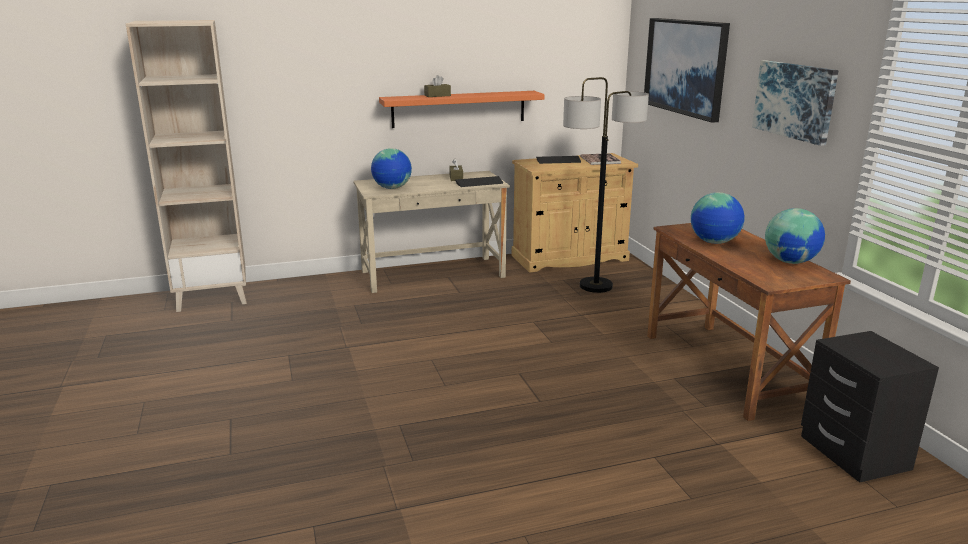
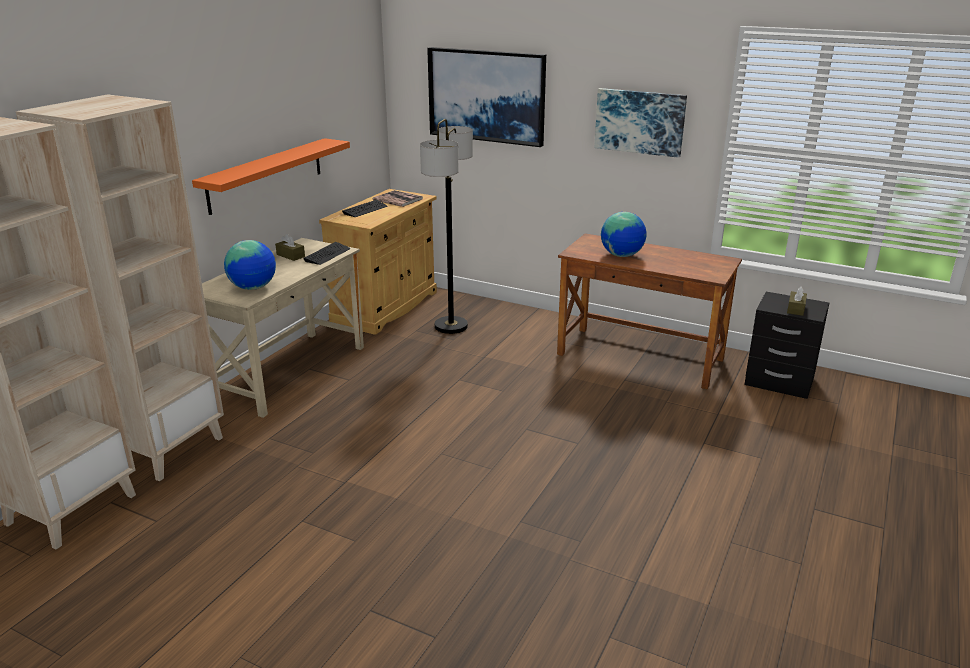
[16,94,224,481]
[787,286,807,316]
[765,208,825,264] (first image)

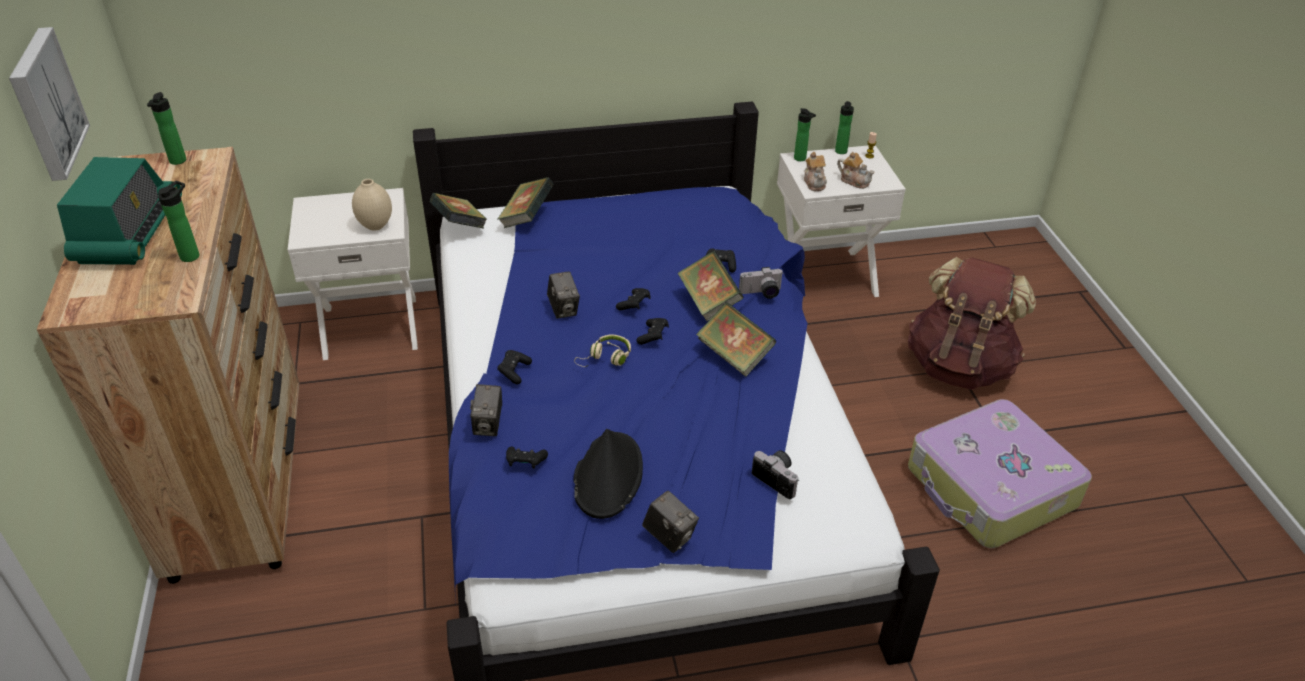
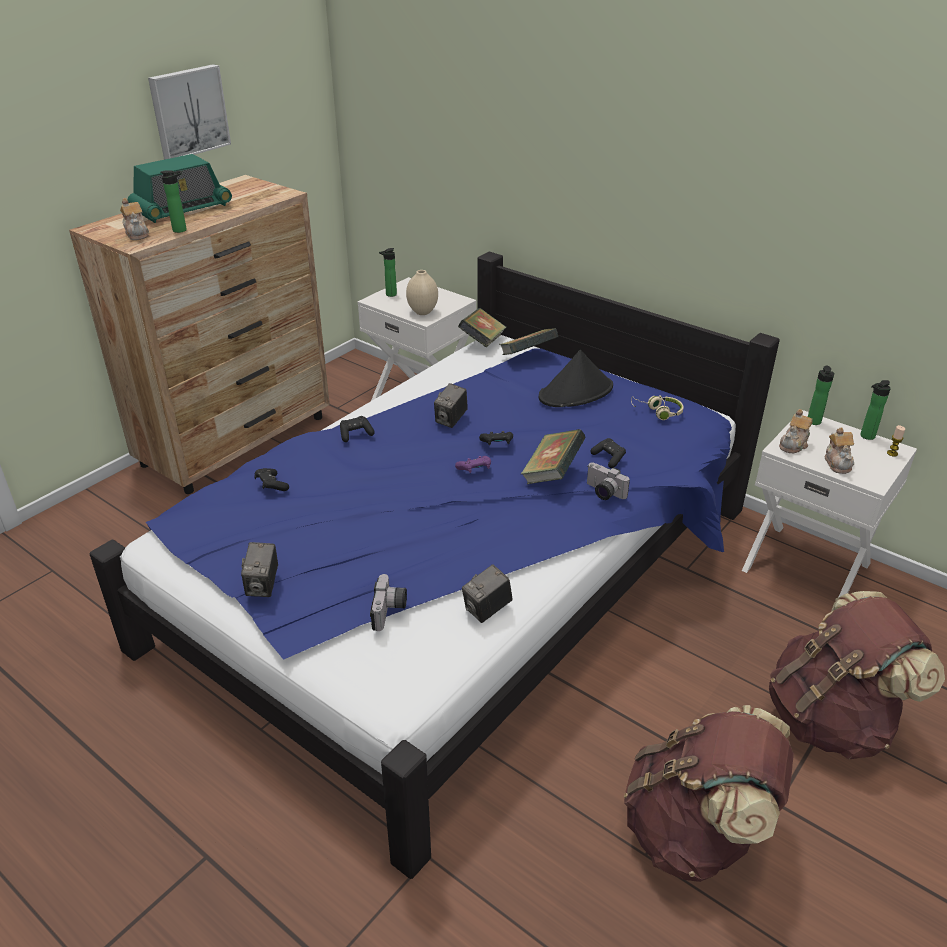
[120,198,149,240]
[379,248,397,297]
[455,456,491,473]
[462,564,513,623]
[539,350,613,407]
[624,705,794,882]
[631,395,684,420]
[696,302,776,377] (first image)

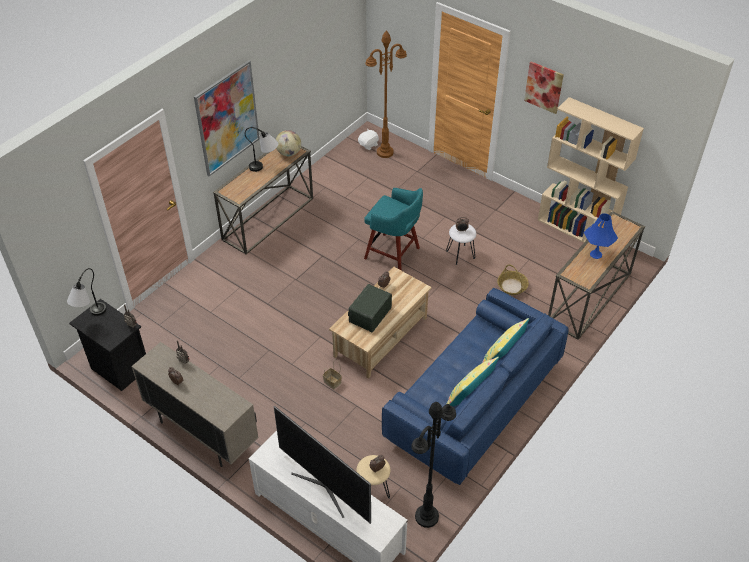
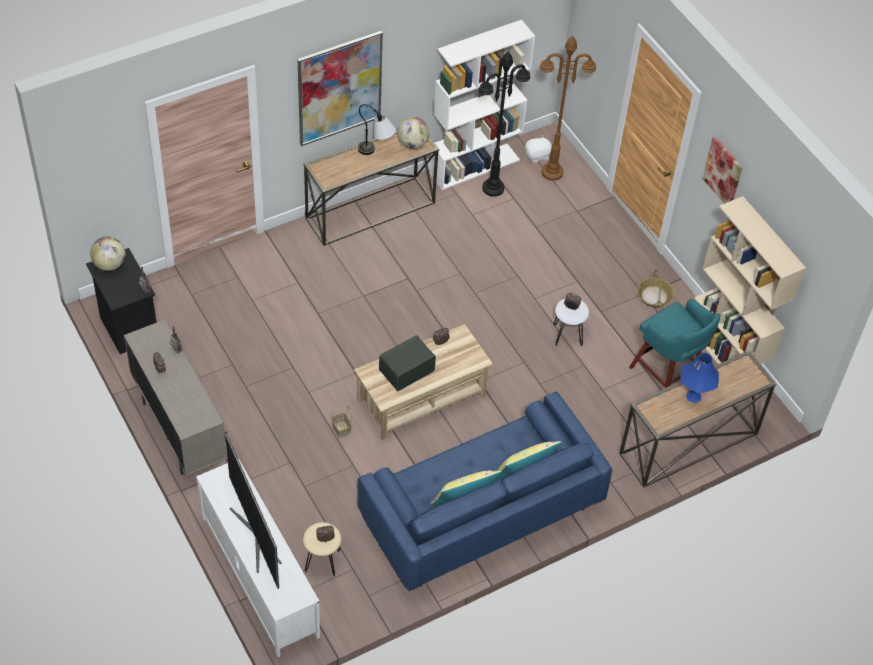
[90,236,125,271]
[430,20,535,190]
[479,52,530,197]
[629,298,720,388]
[637,270,674,307]

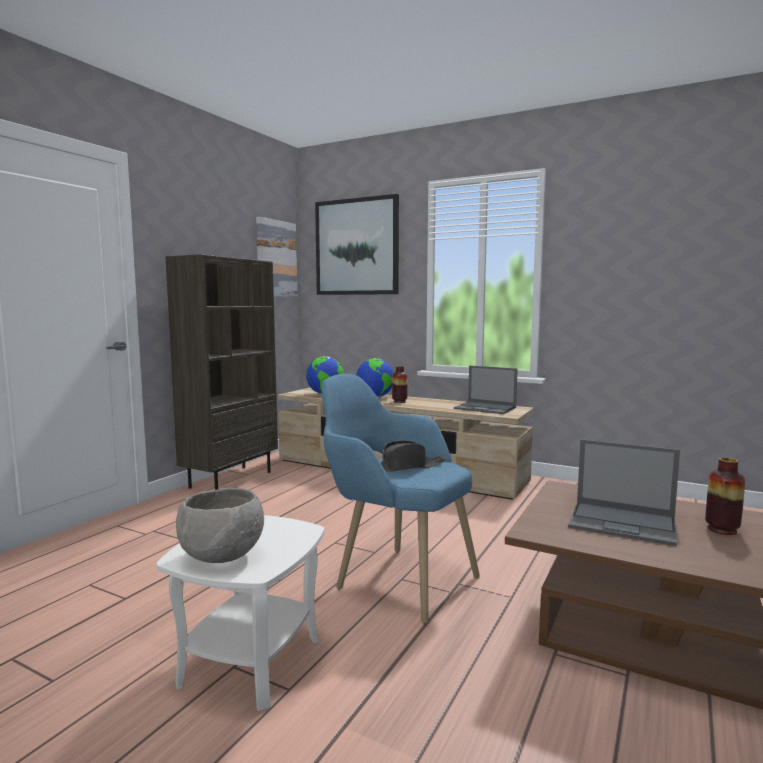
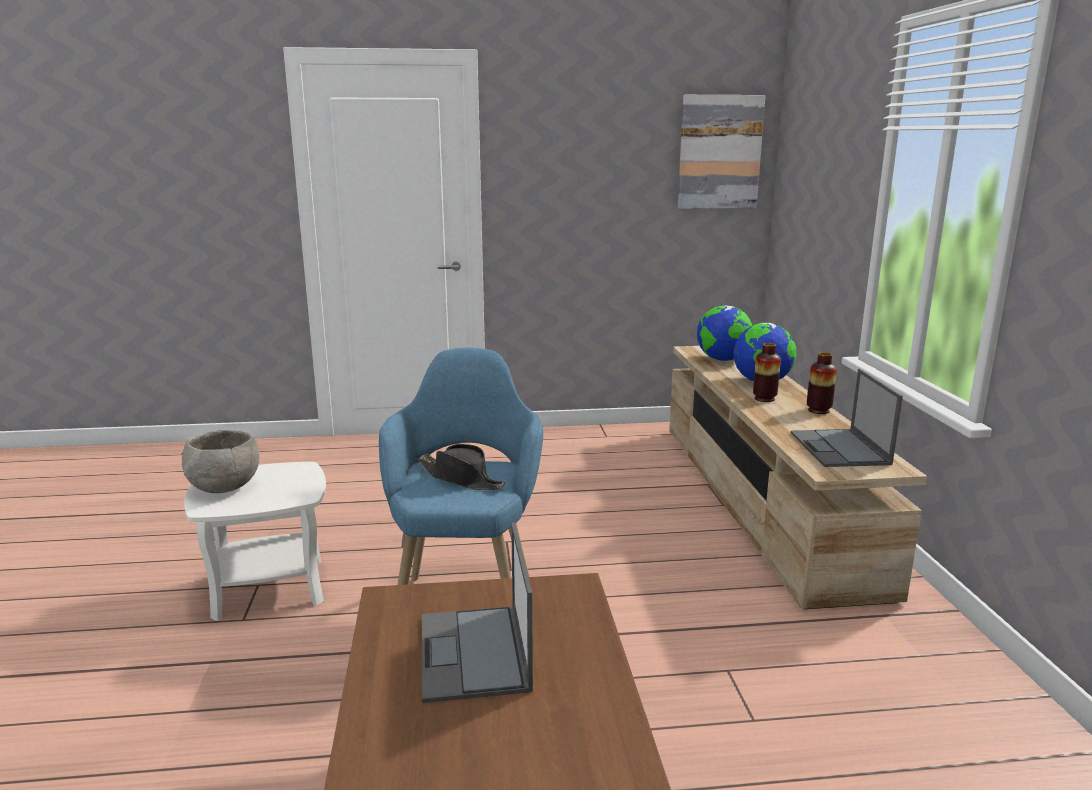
[807,352,837,414]
[165,254,278,490] (first image)
[315,194,399,295] (first image)

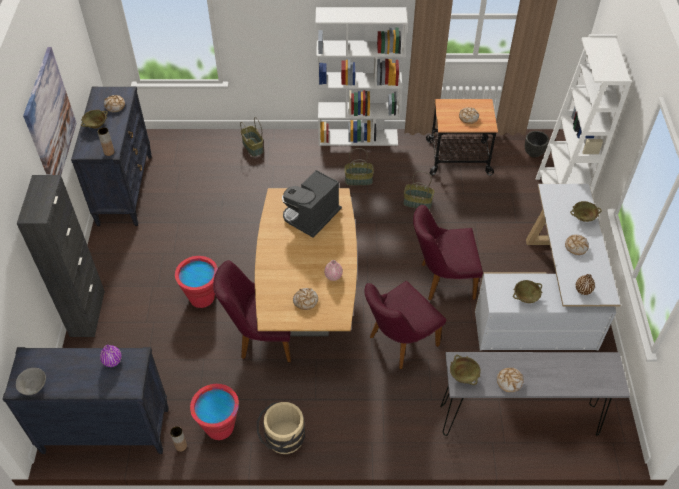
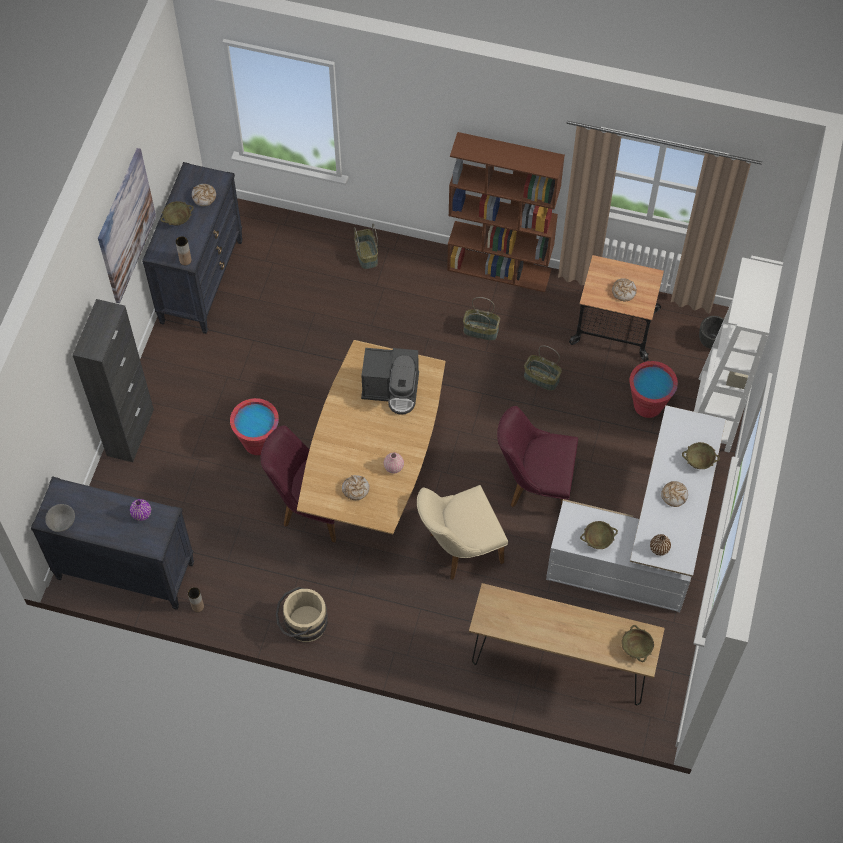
[361,348,419,415]
[417,485,508,580]
[447,132,565,292]
[469,583,665,705]
[621,625,654,662]
[629,361,678,418]
[497,368,524,392] (first image)

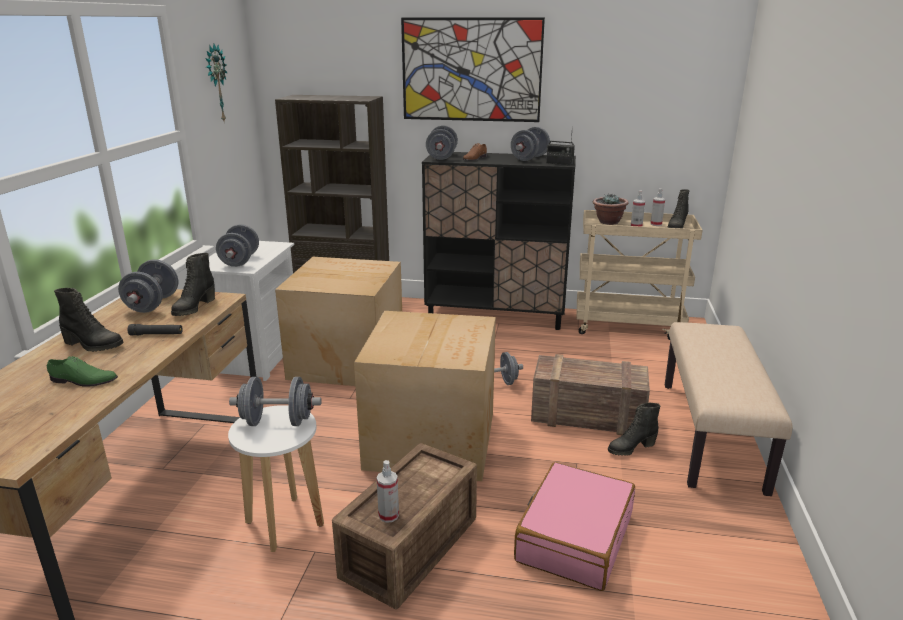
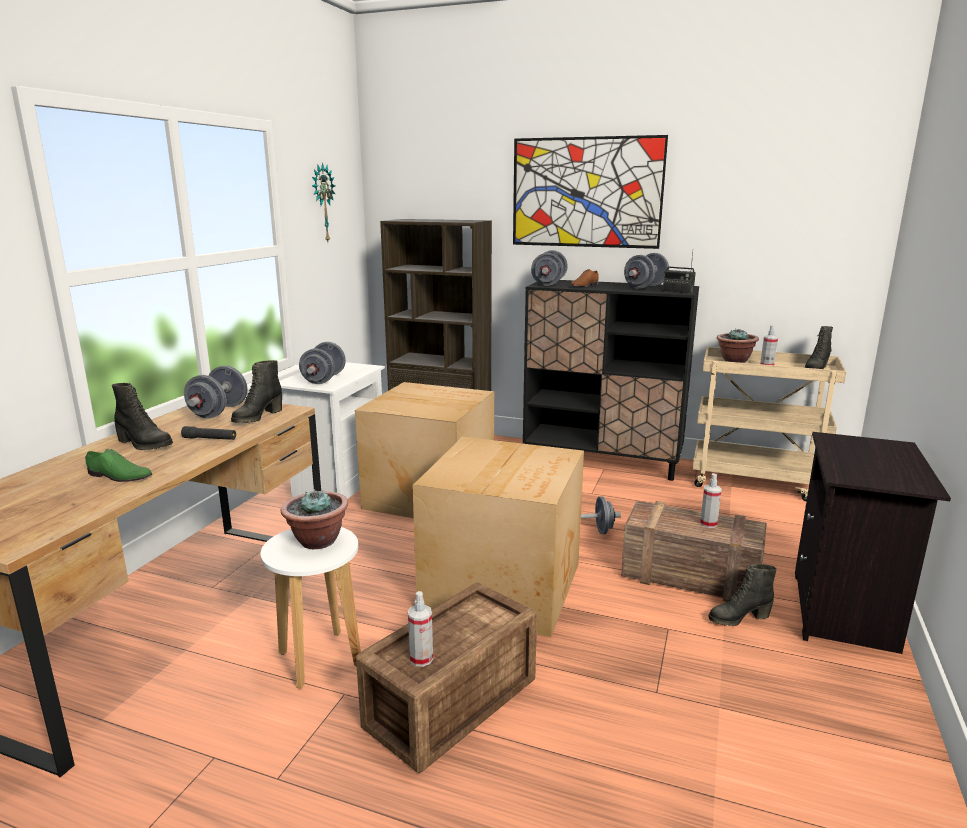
[281,489,348,549]
[700,473,722,528]
[795,432,951,654]
[514,462,635,591] (first image)

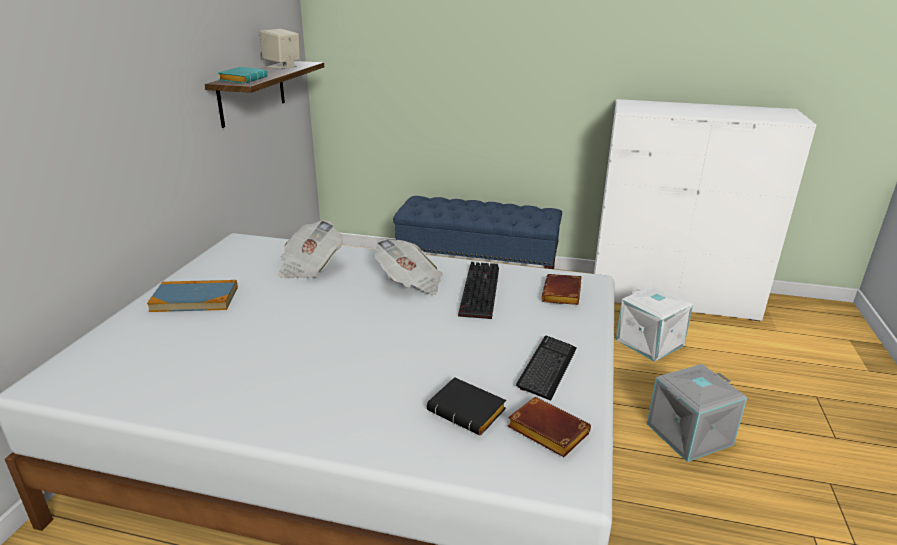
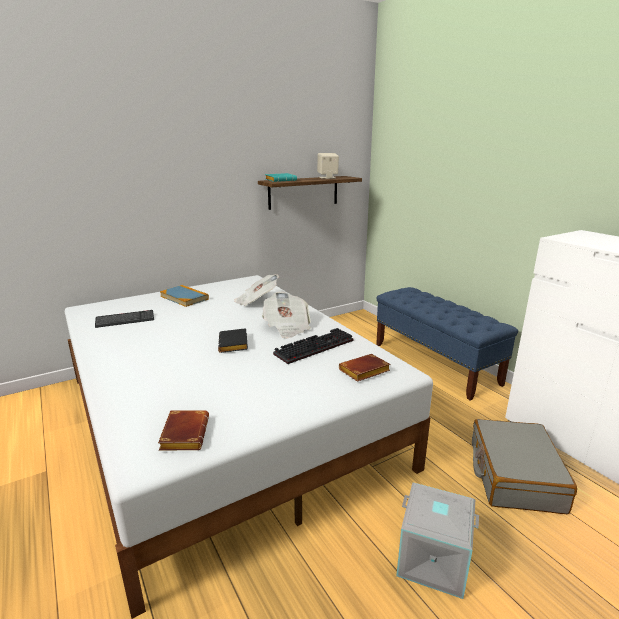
[95,310,154,328]
[218,328,248,353]
[472,419,577,514]

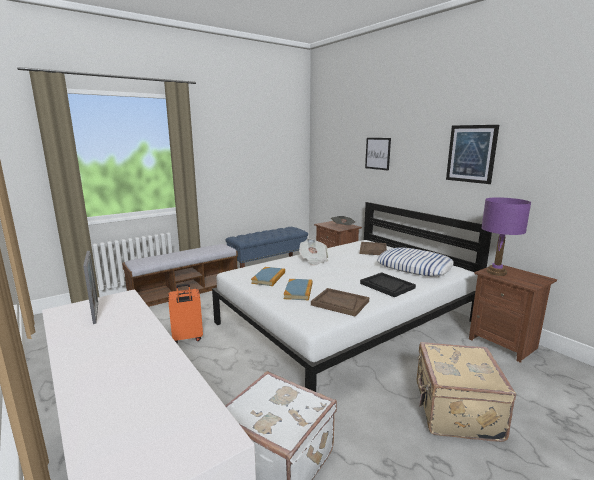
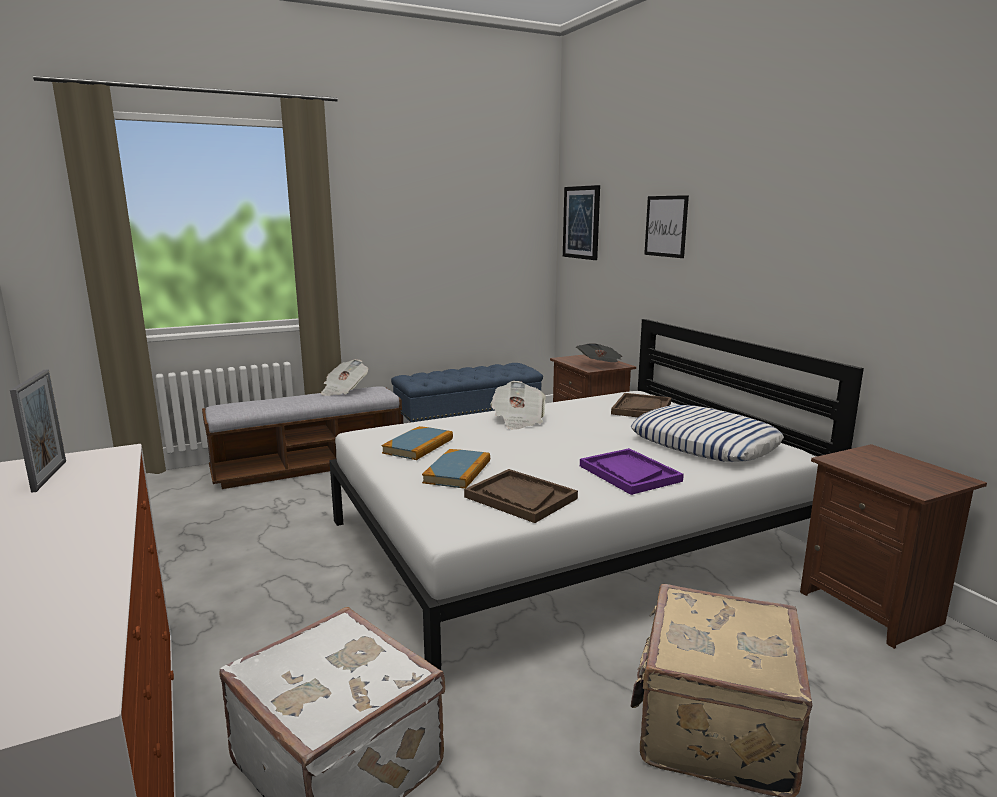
[321,359,368,396]
[563,185,600,260]
[580,448,684,495]
[168,284,203,343] (first image)
[481,197,531,276] (first image)

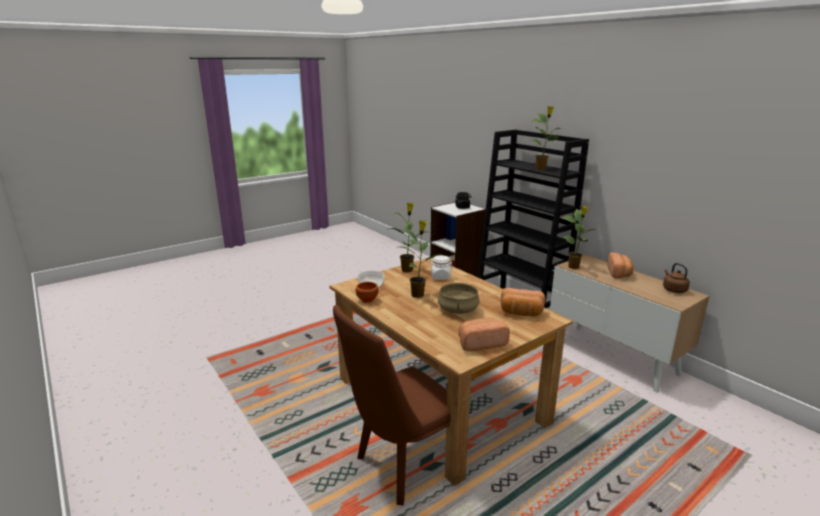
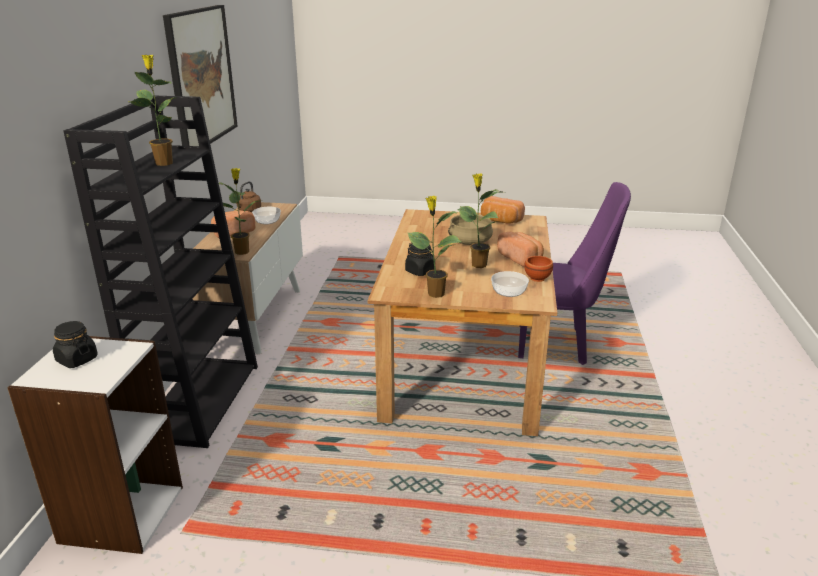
[163,5,238,146]
[252,207,281,224]
[405,243,434,276]
[497,232,544,267]
[518,182,631,365]

